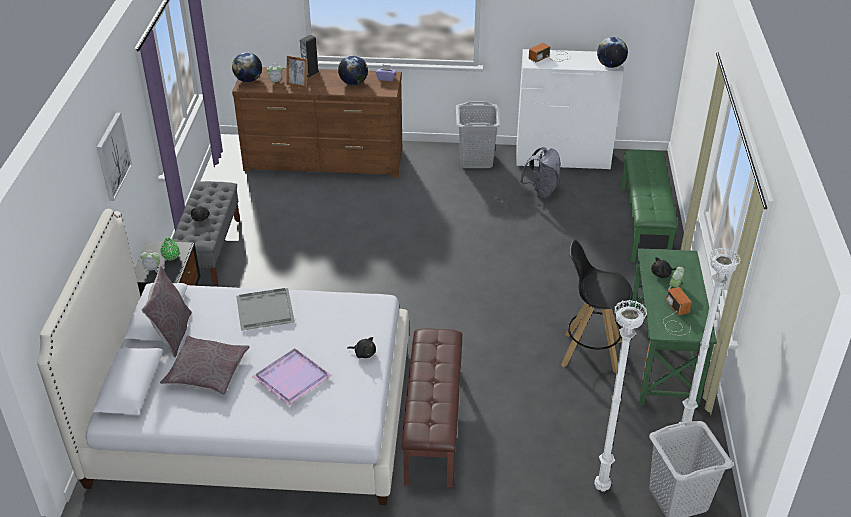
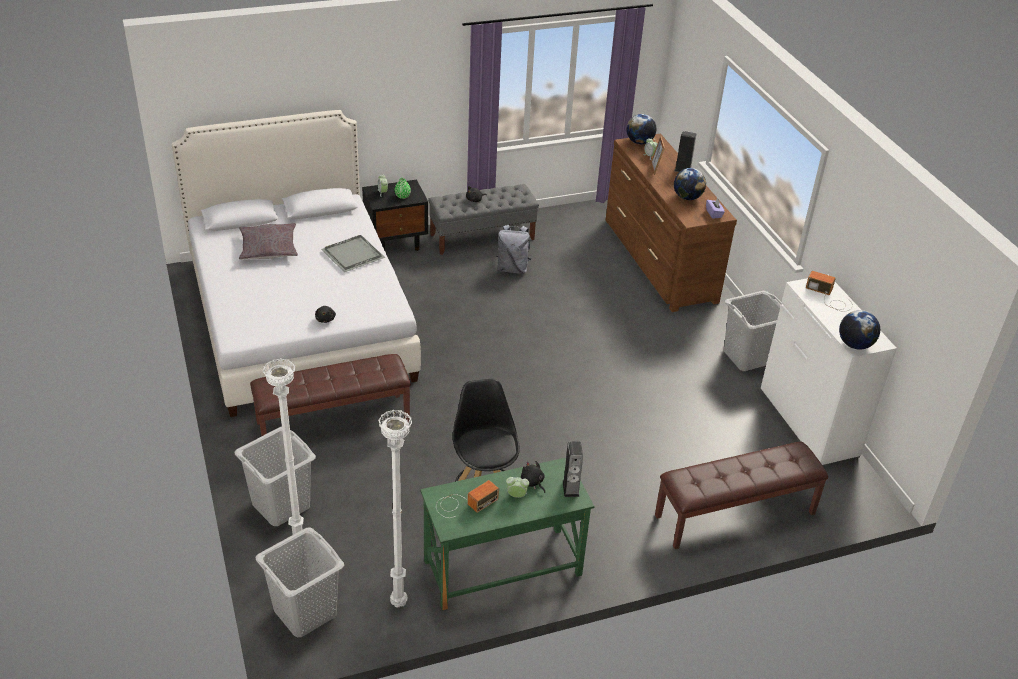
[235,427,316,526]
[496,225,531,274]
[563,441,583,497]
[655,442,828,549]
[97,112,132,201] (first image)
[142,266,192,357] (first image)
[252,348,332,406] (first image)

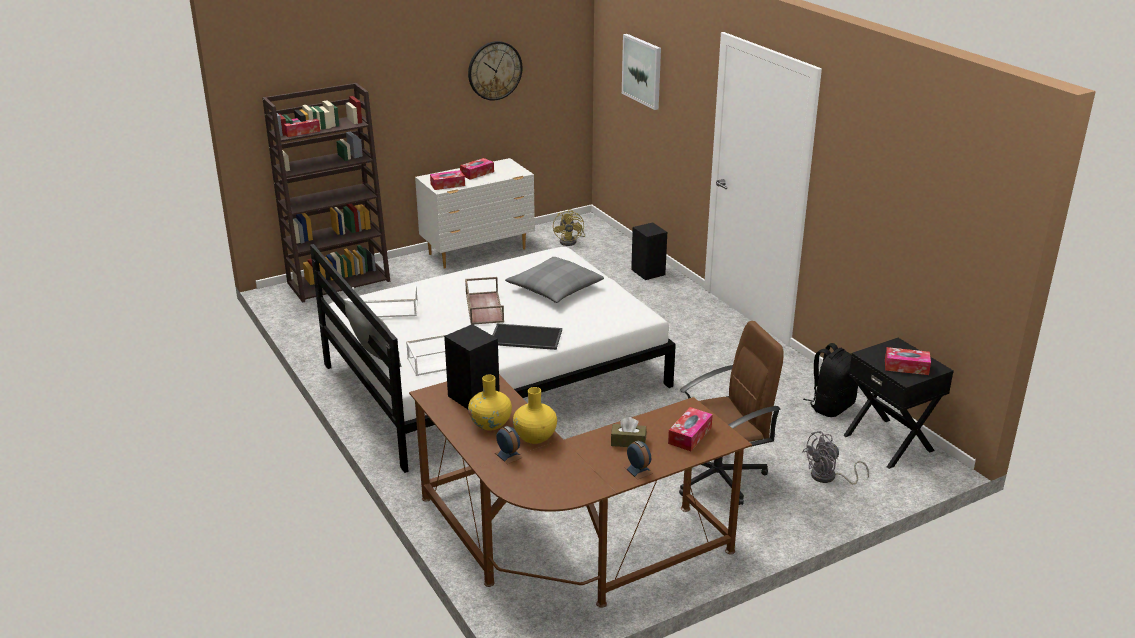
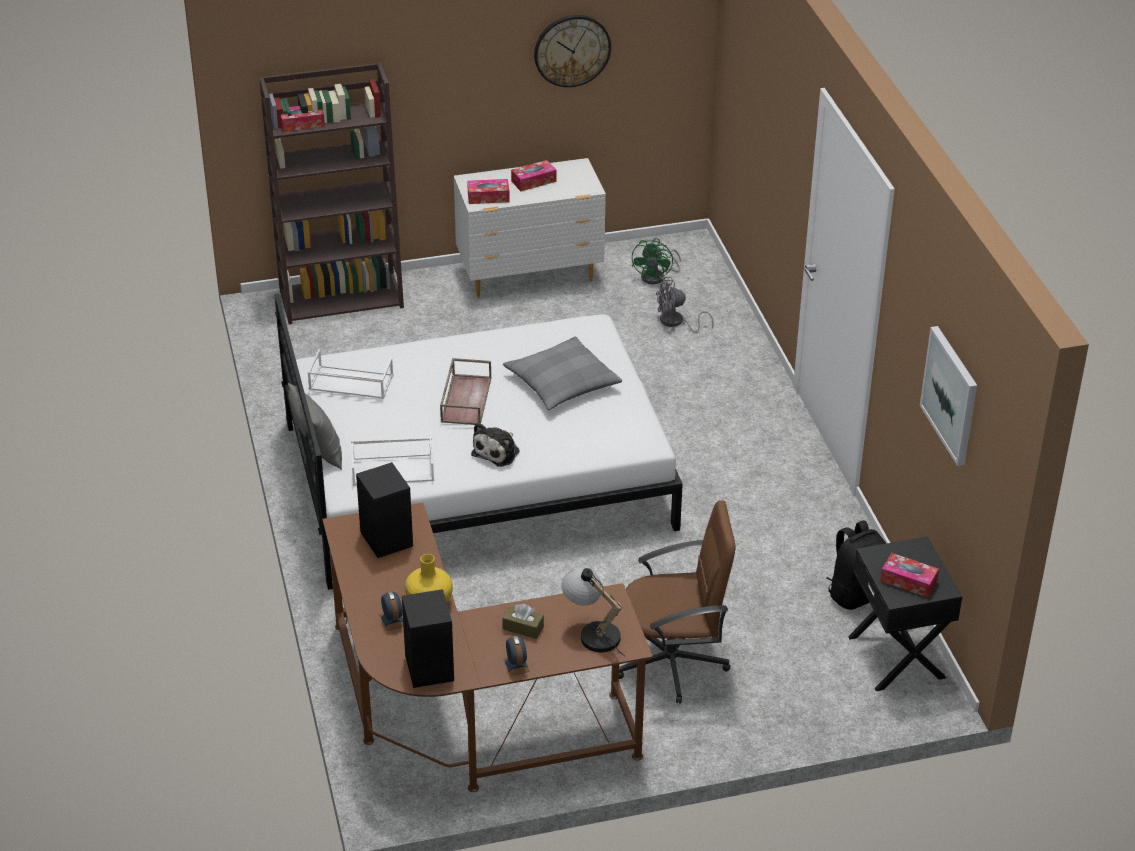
[402,589,454,688]
[471,423,520,467]
[561,568,625,656]
[632,238,681,284]
[656,277,714,333]
[920,326,977,466]
[468,375,512,431] (first image)

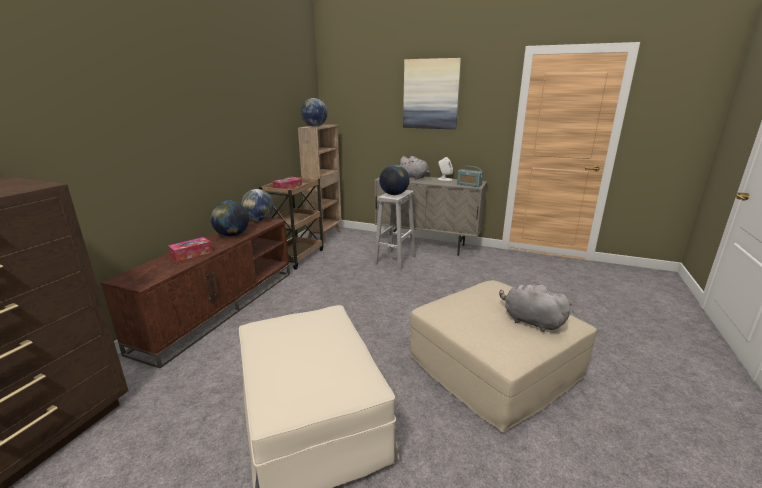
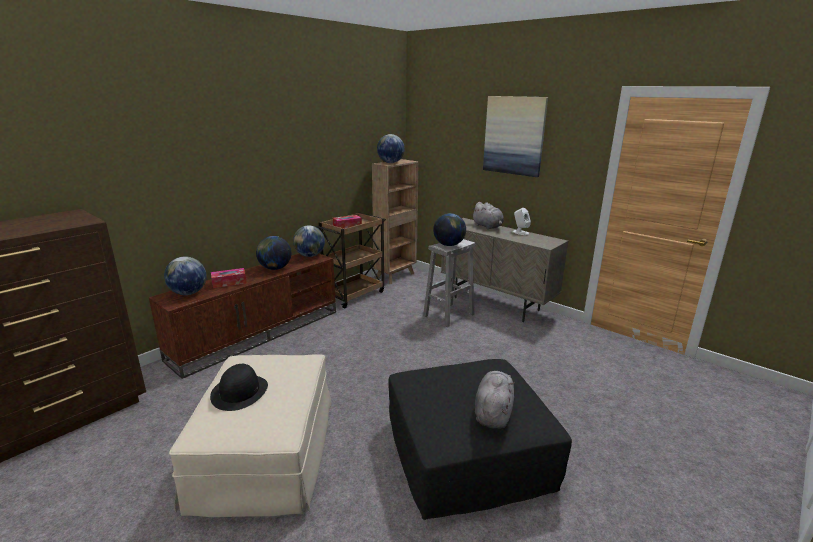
[164,257,207,295]
[210,364,268,411]
[388,359,572,520]
[475,371,515,429]
[457,166,483,187] (first image)

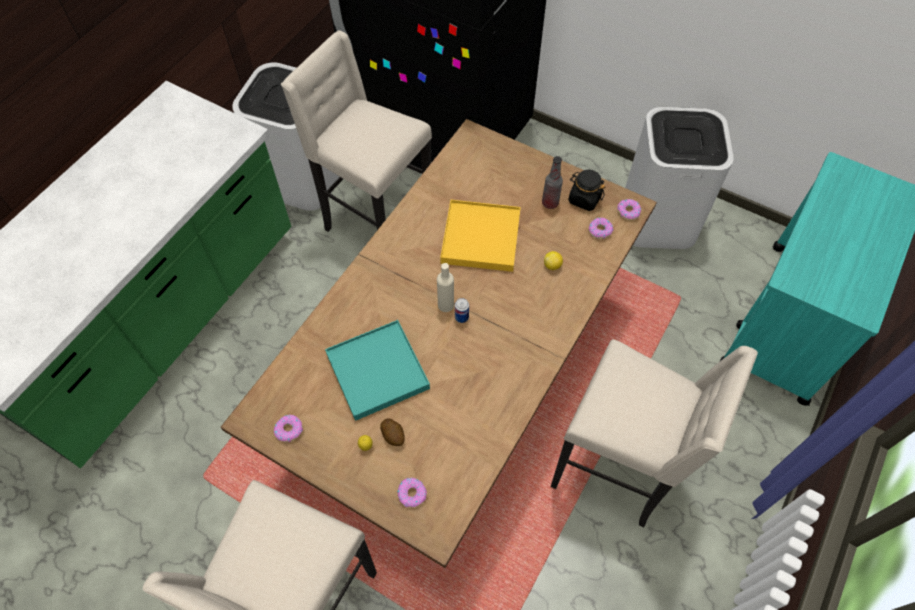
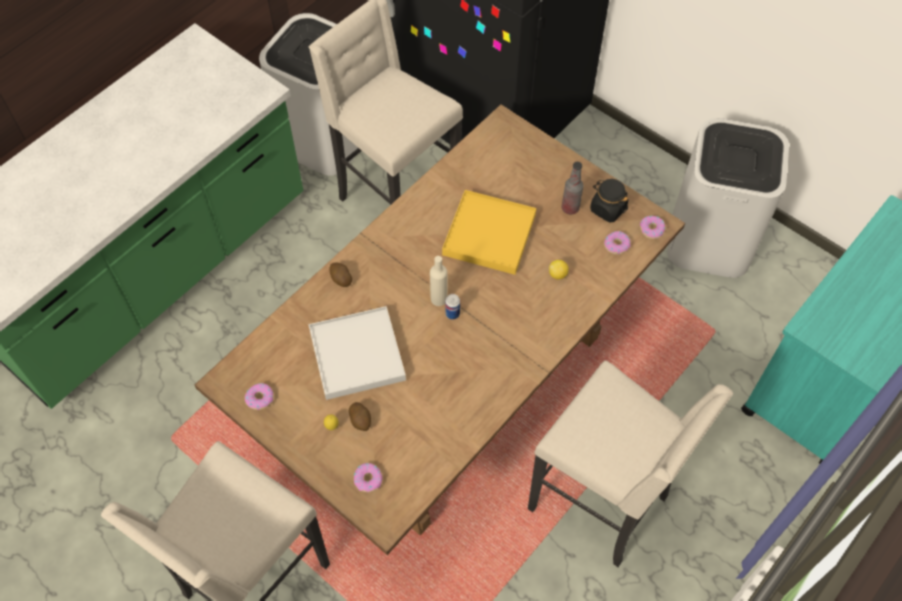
[308,306,406,400]
[330,262,352,287]

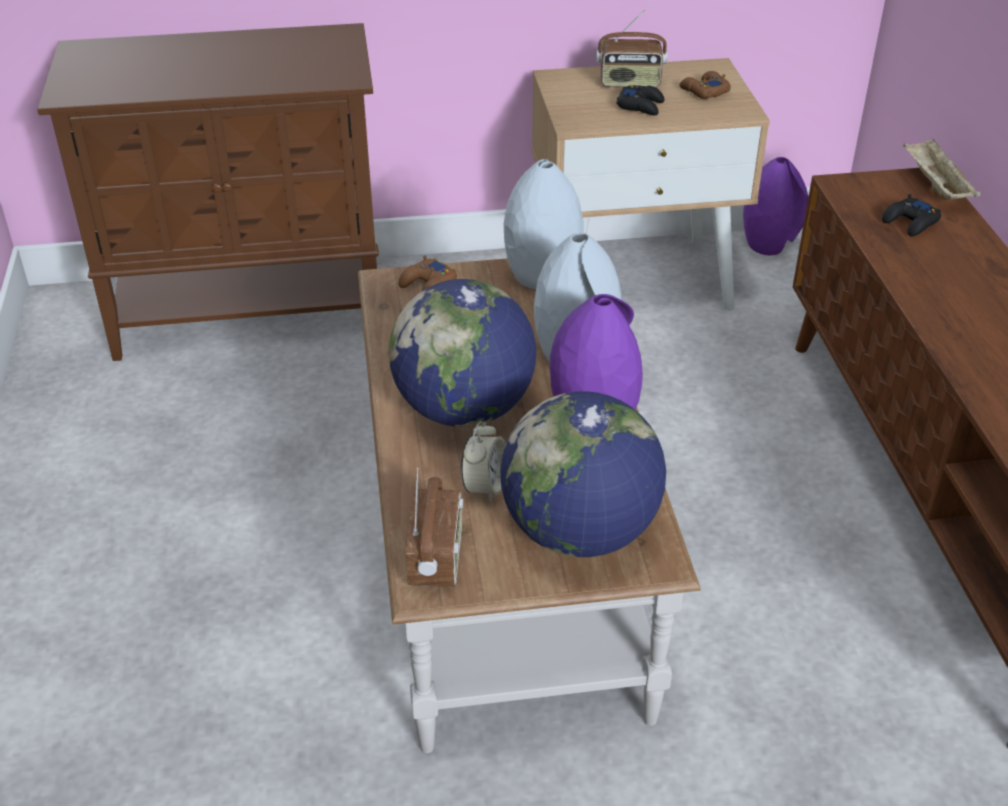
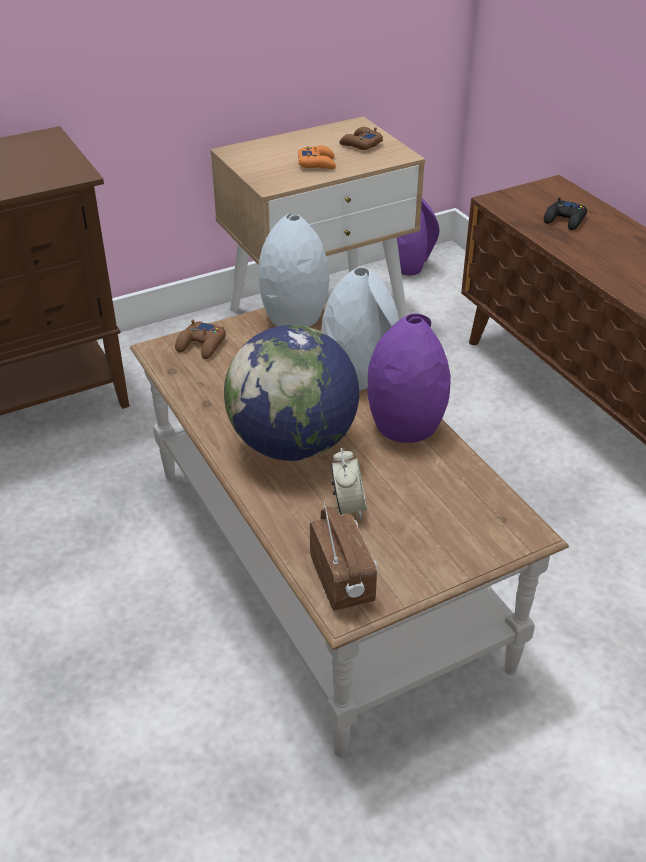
[298,145,336,169]
[500,391,666,557] (first image)
[596,9,668,87] (first image)
[903,138,980,200] (first image)

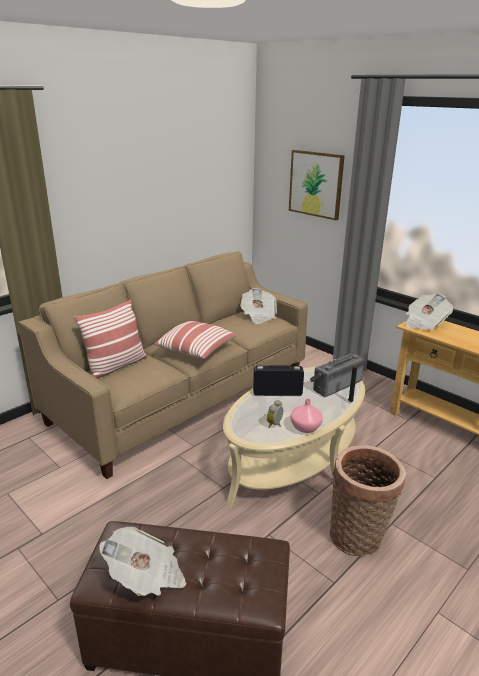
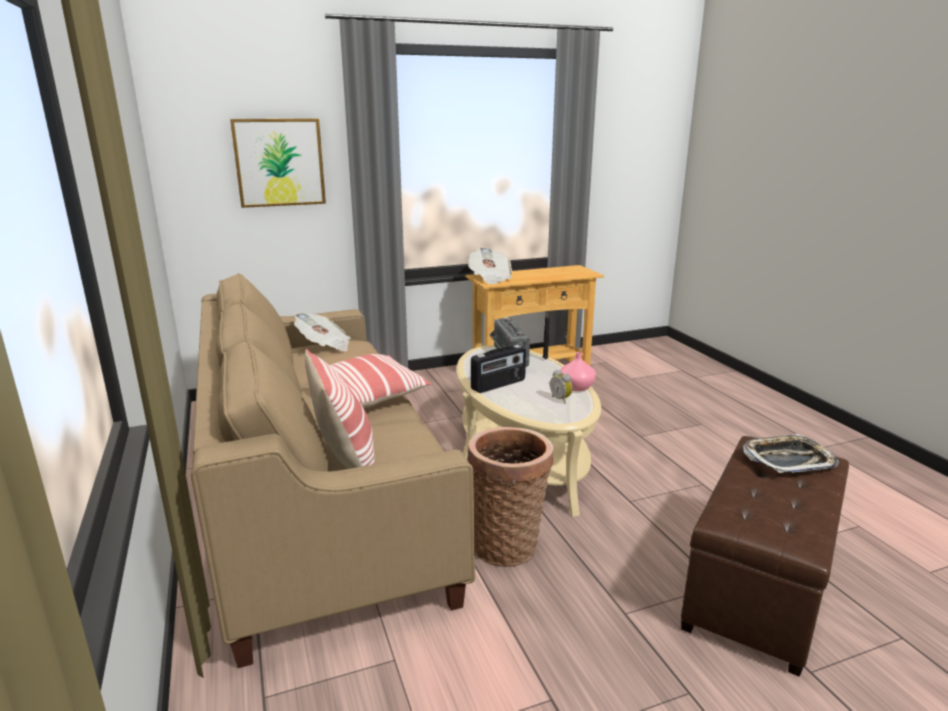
[467,427,553,567]
[471,345,526,393]
[743,434,839,473]
[99,527,187,597] (first image)

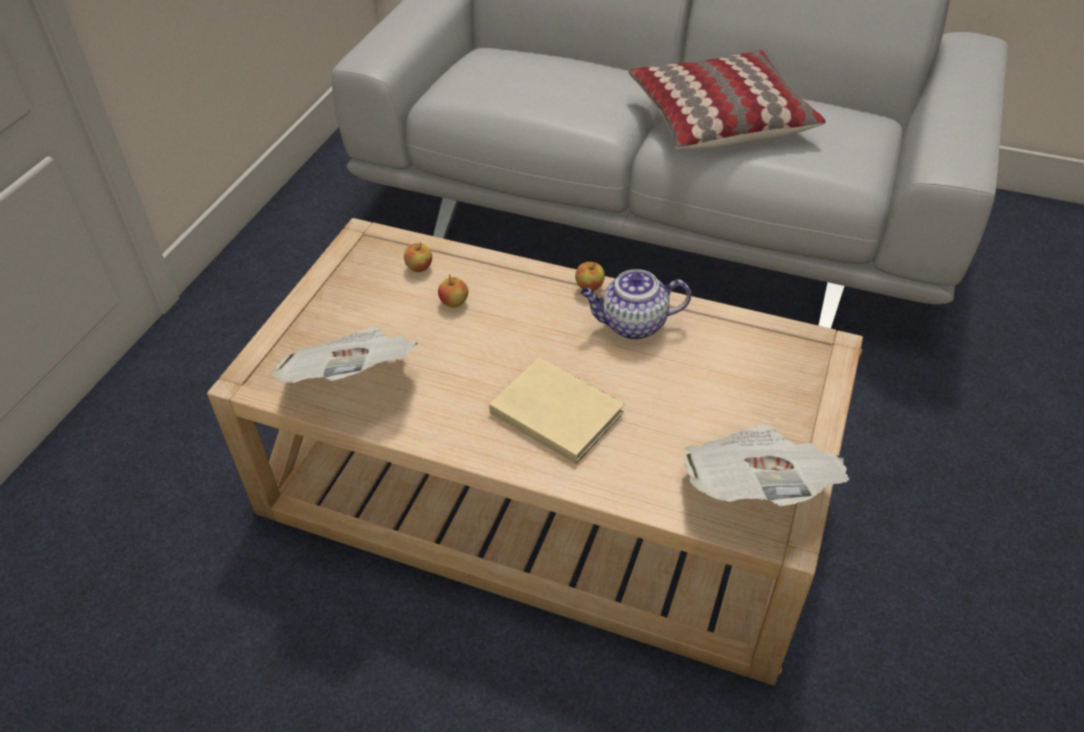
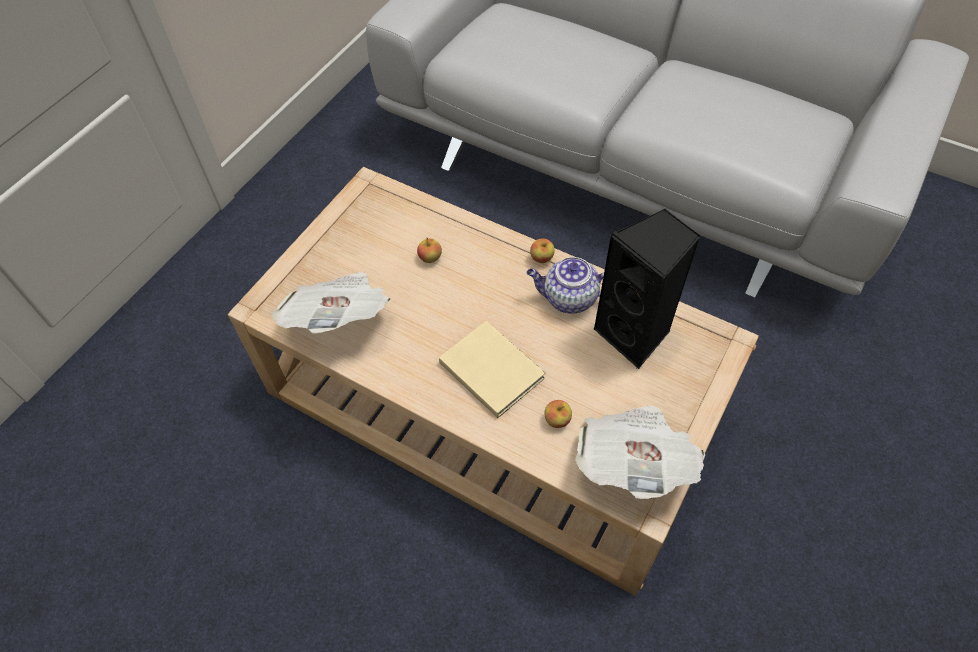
[544,400,572,428]
[594,209,701,369]
[629,50,826,150] (first image)

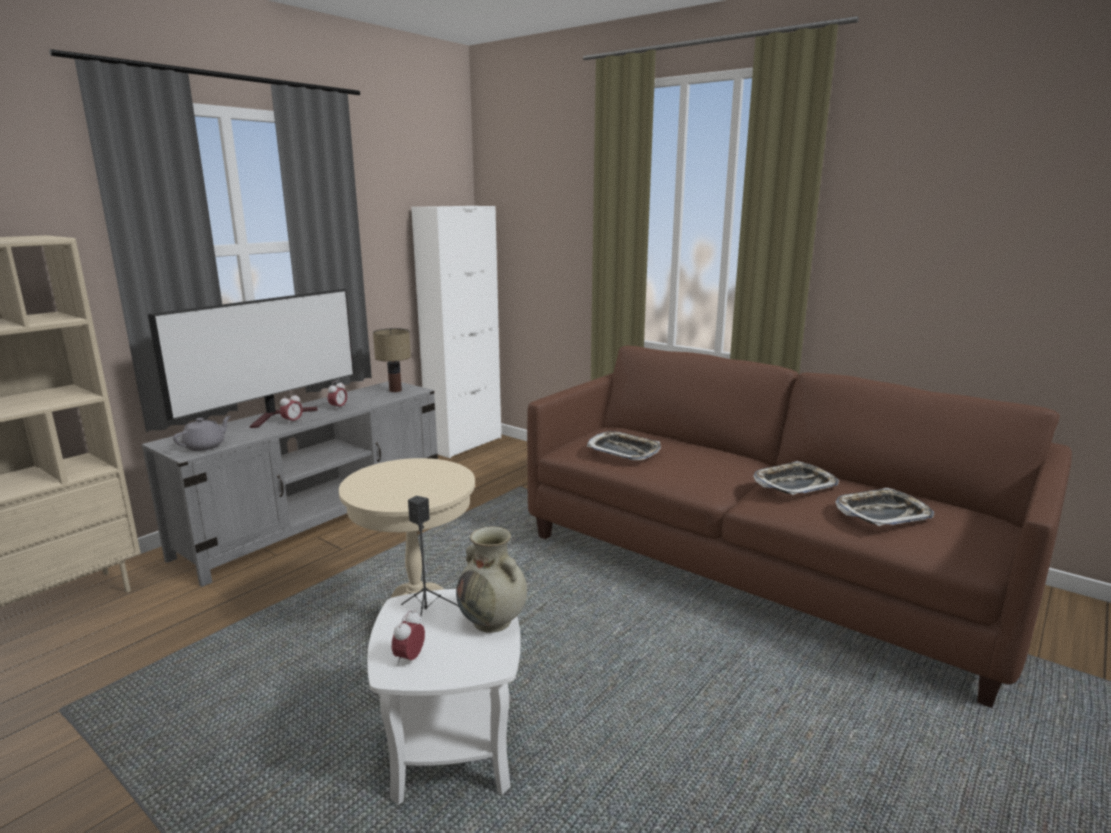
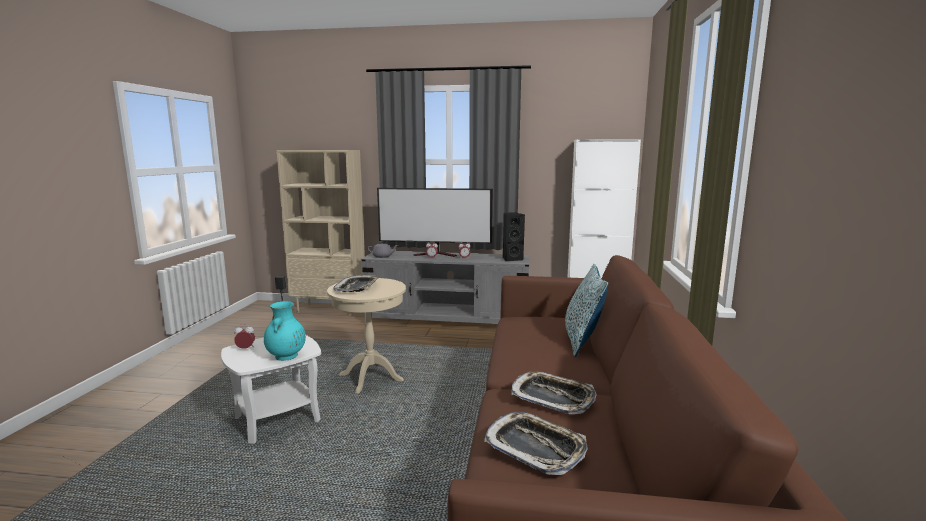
[264,301,306,361]
[333,275,379,292]
[503,212,525,261]
[565,264,609,357]

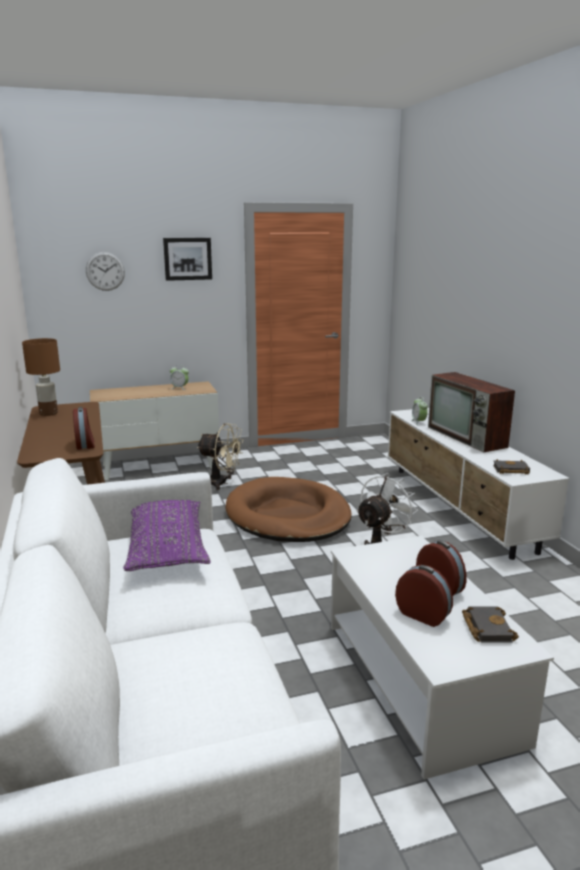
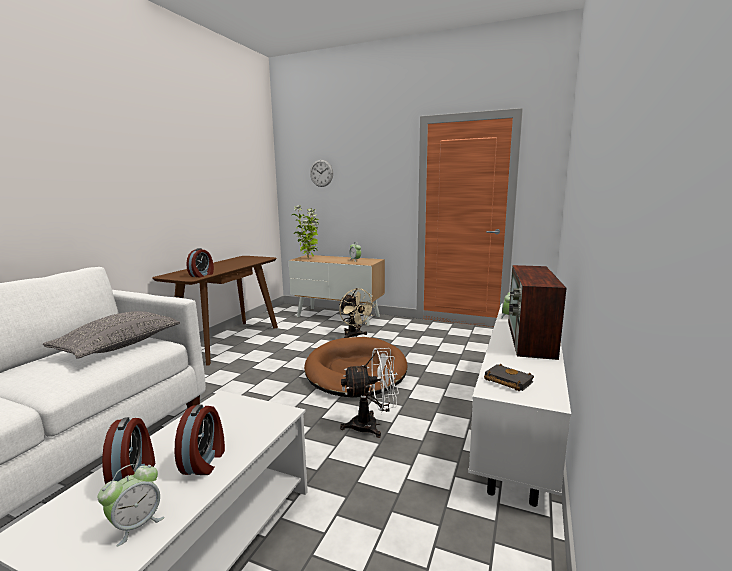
[43,311,180,359]
[98,464,164,547]
[292,206,319,259]
[22,338,60,416] (first image)
[163,238,212,281] (first image)

